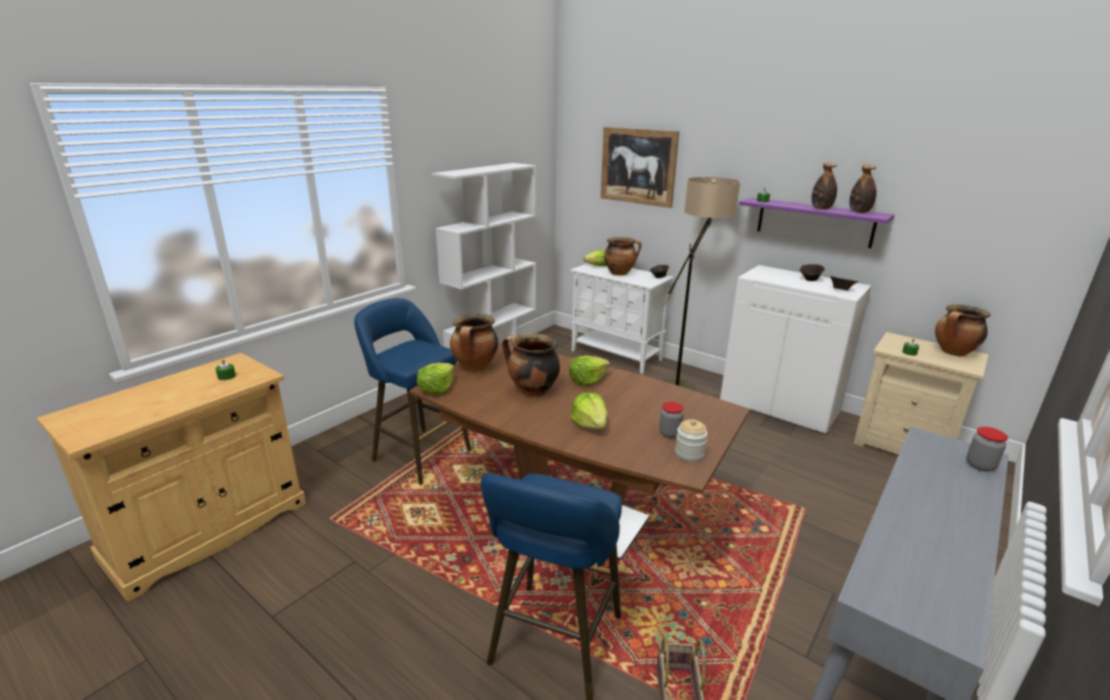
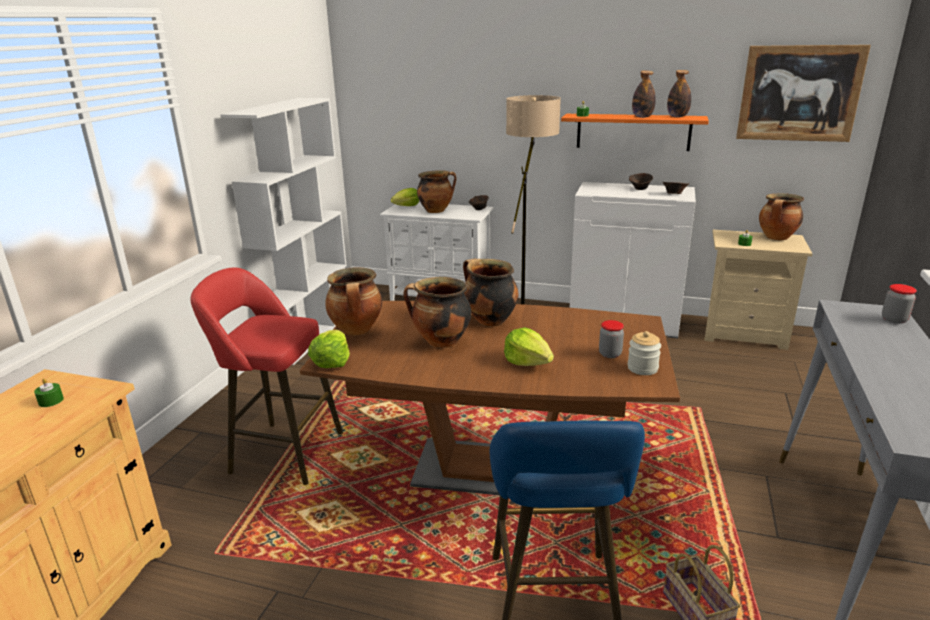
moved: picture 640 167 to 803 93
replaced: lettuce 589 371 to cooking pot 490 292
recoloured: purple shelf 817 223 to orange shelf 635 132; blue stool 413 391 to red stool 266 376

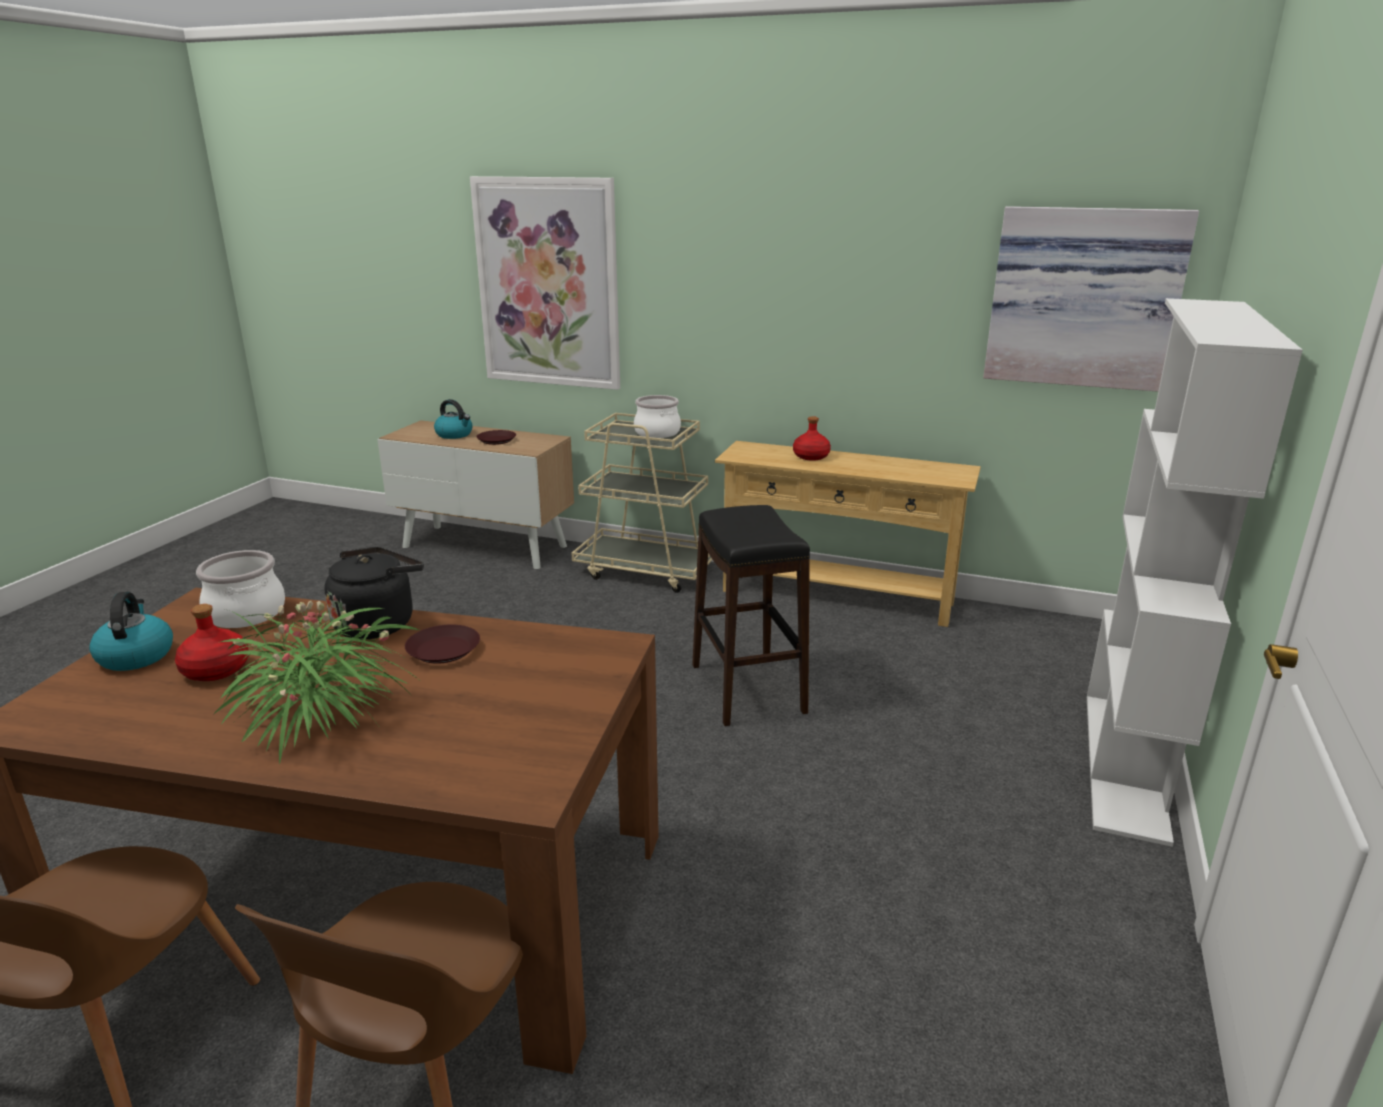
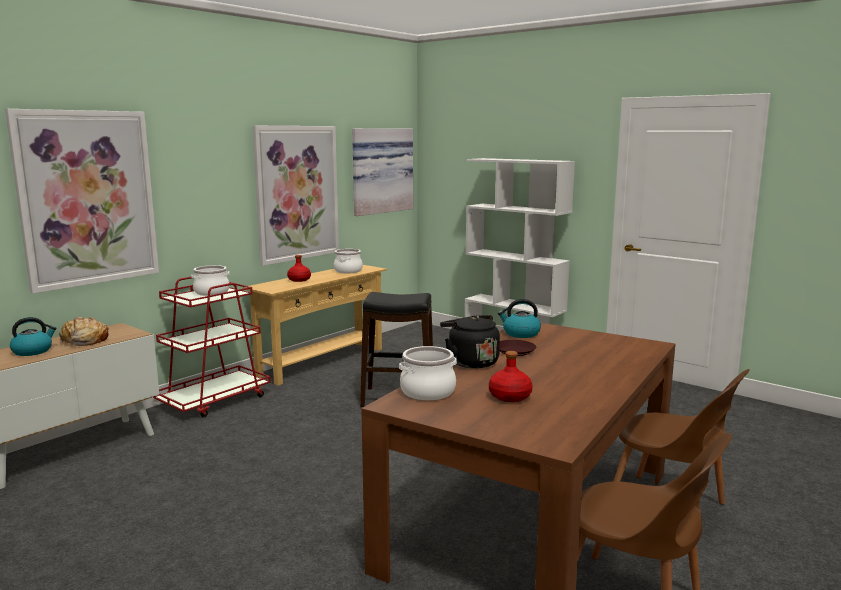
removed: potted plant 316 683
added: picture 295 196; cooking pot 348 261
moved: kettle 131 631 to 519 318
replaced: brown plate 496 437 to bread 84 331
recoloured: beige cart 641 503 to red cart 212 347

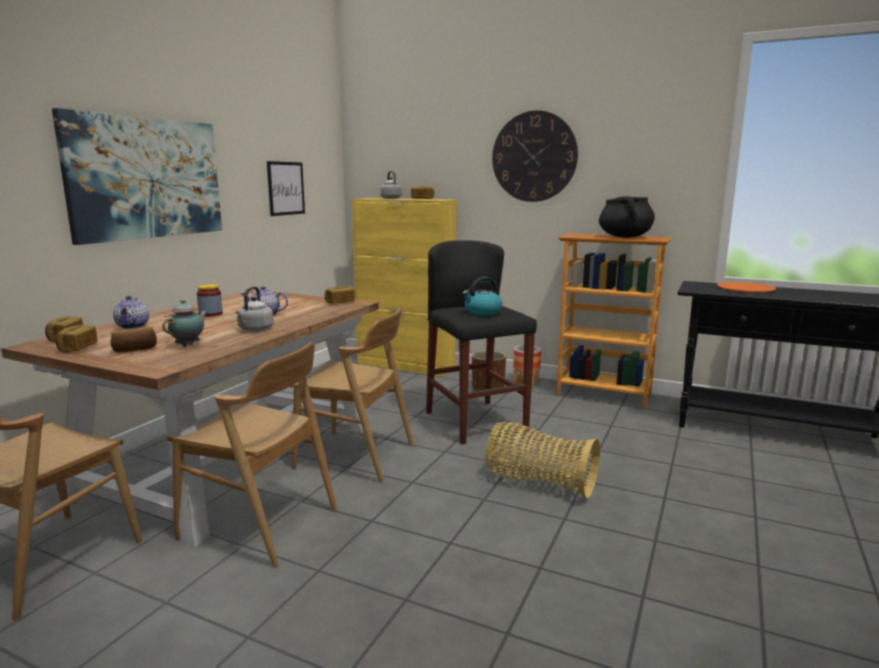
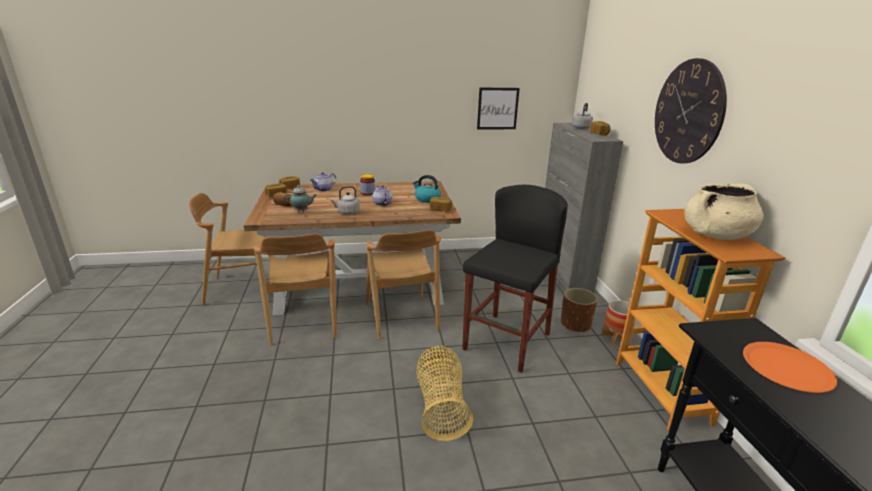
removed: picture 137 176
moved: kettle 482 296 to 427 189
recoloured: black cooking pot 627 217 to beige cooking pot 724 212; yellow cabinet 404 287 to grey cabinet 584 208

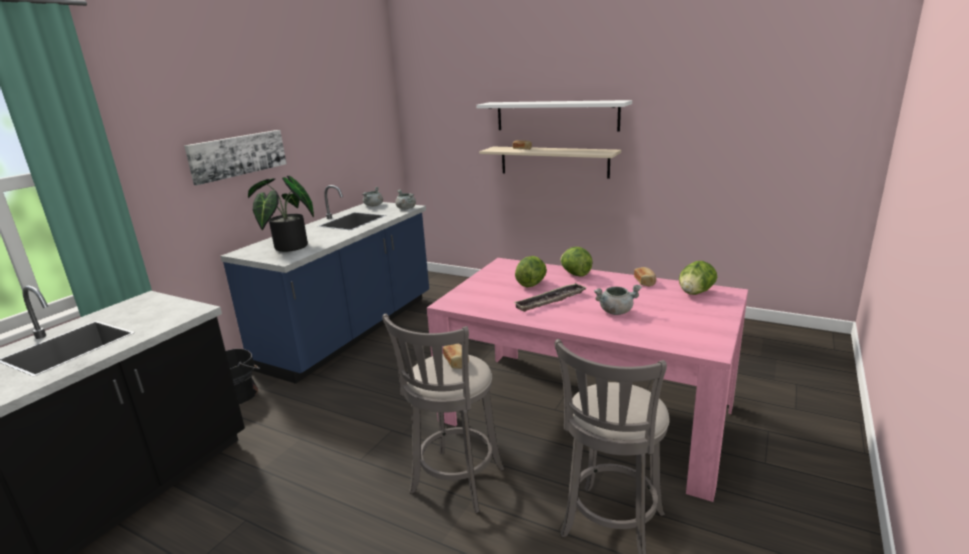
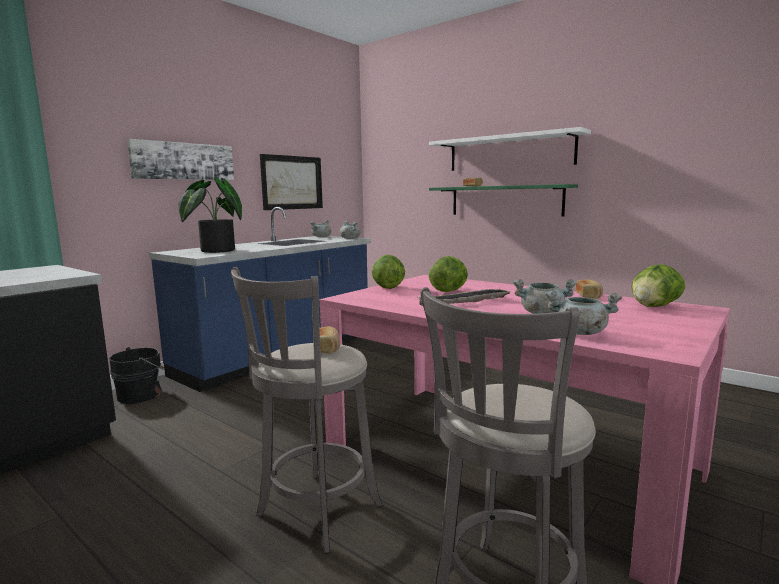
added: picture 291 182; grey cooking pot 583 313
moved: lettuce 576 262 to 388 271
recoloured: beige shelf 550 163 to green shelf 503 200

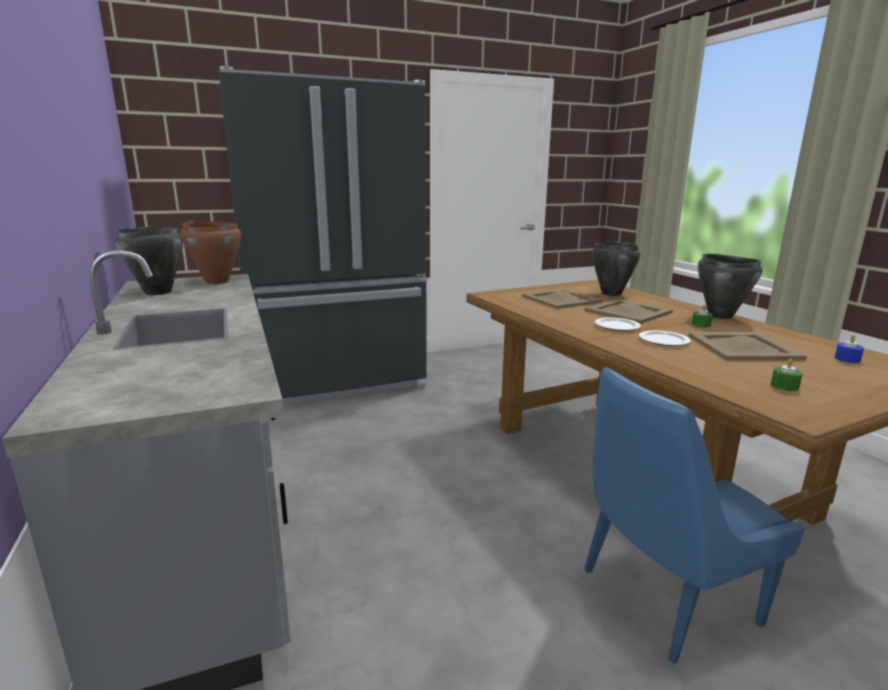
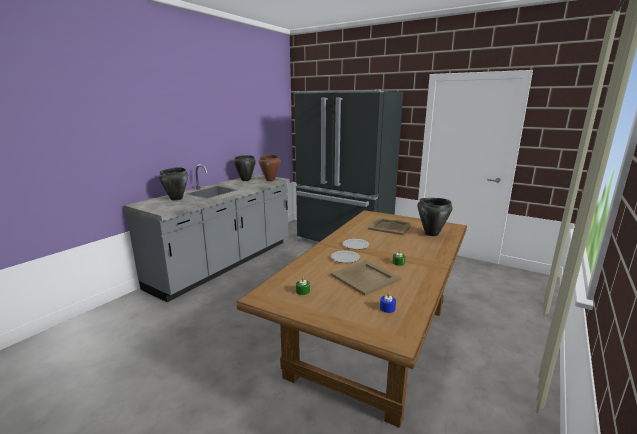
removed: beige tray 629 311; blue chair 694 515
moved: black cooking pot 730 286 to 173 184

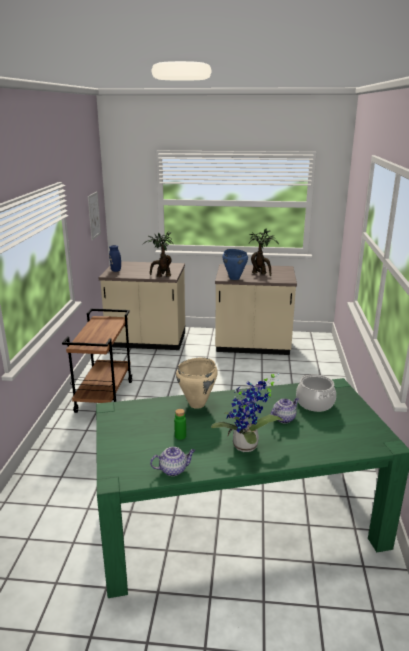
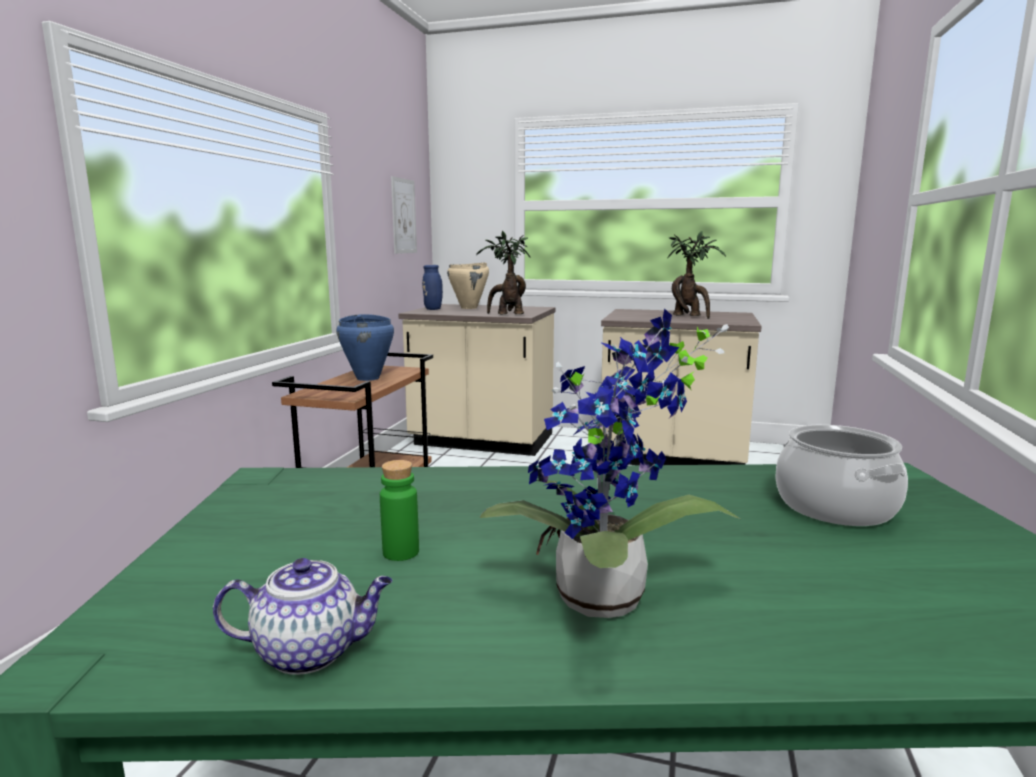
removed: teapot 284 410
moved: blue cooking pot 235 264 to 365 347; beige cooking pot 197 383 to 468 285

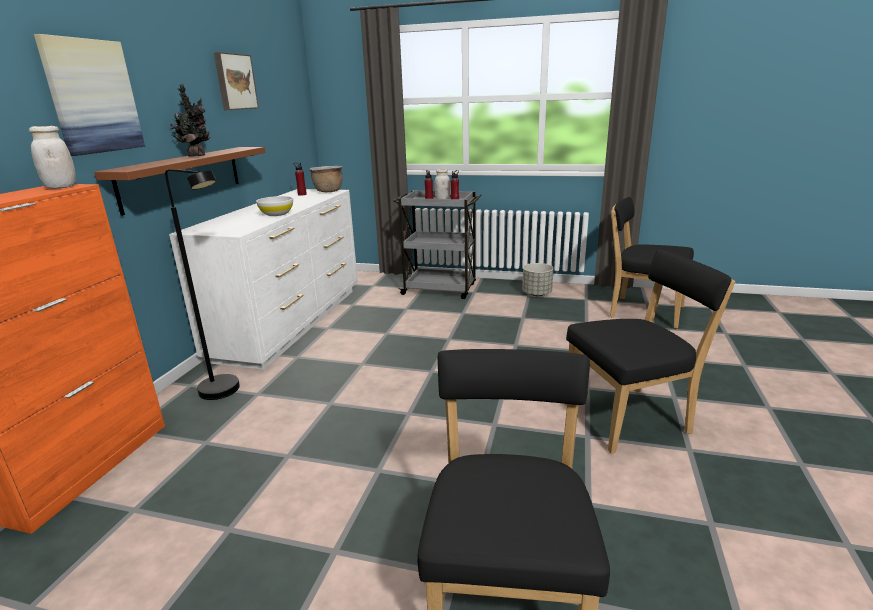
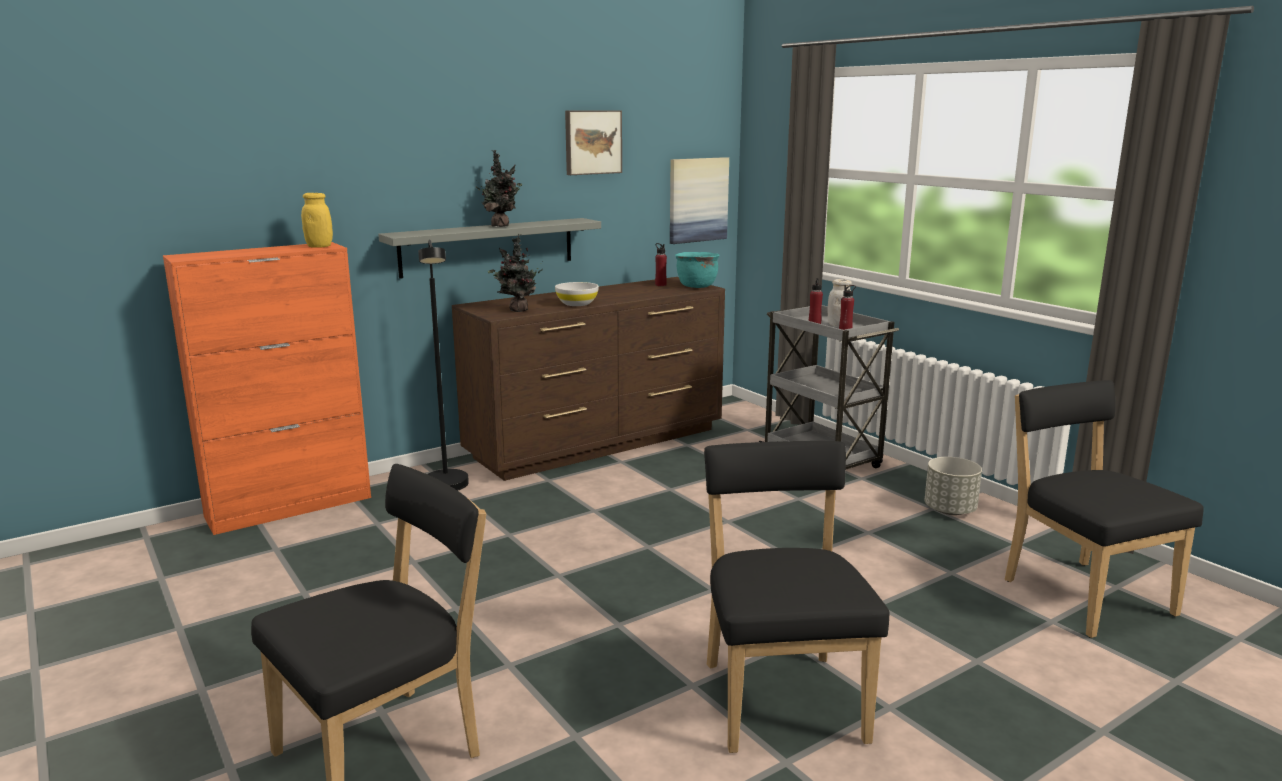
added: potted plant 515 273
moved: picture 89 95 to 699 200
recoloured: white jar 52 157 to yellow jar 317 220; brown shelf 179 181 to grey shelf 489 248; brown cooking pot 325 179 to turquoise cooking pot 697 270; white dresser 263 279 to brown dresser 588 379
turned: black chair 650 351 = 796 597 120 degrees counterclockwise

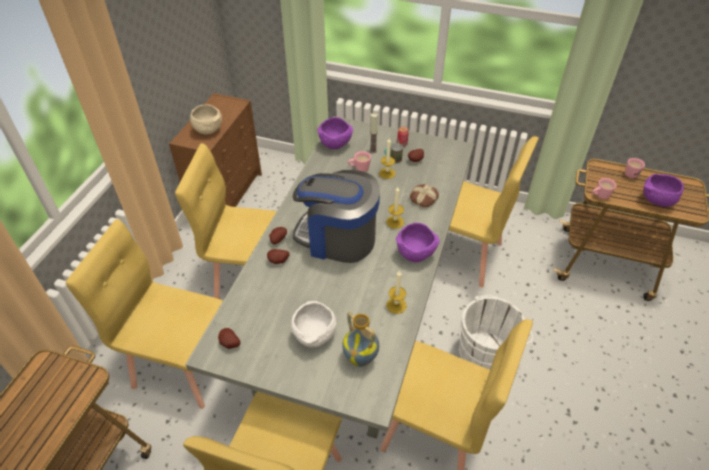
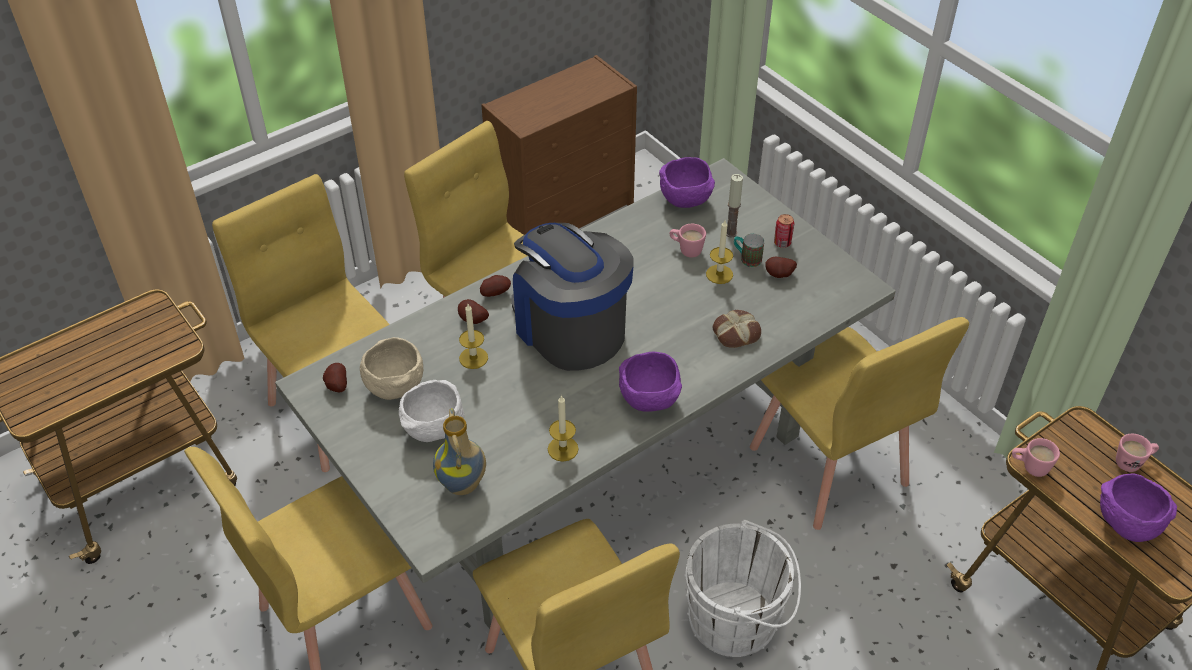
moved: beige bowl 206 119 to 391 368; candle 395 208 to 473 336

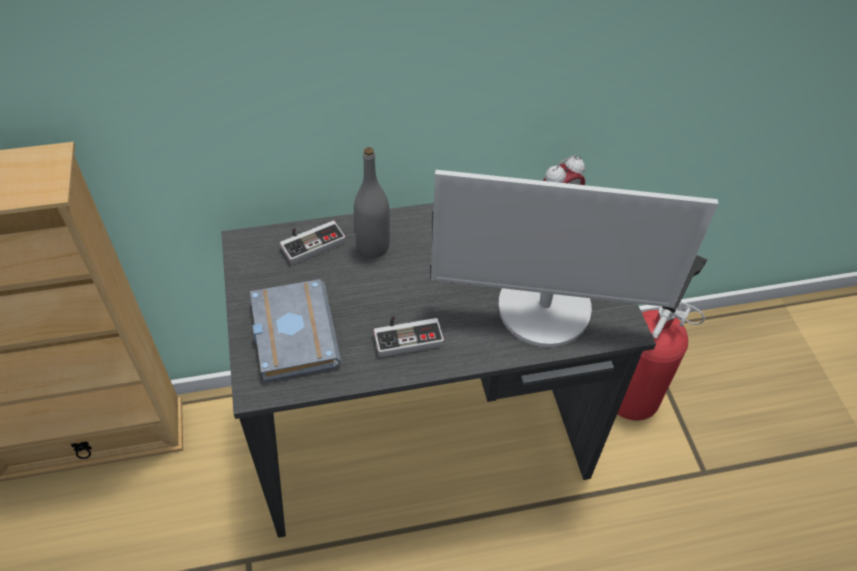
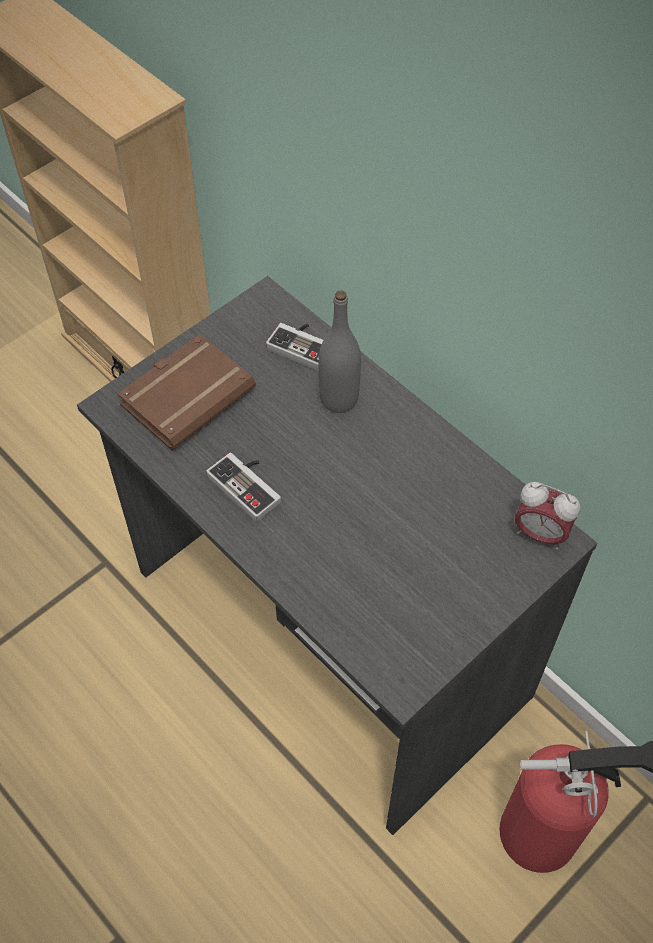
removed: monitor 574 258
recoloured: grey book 295 330 to brown book 187 392

